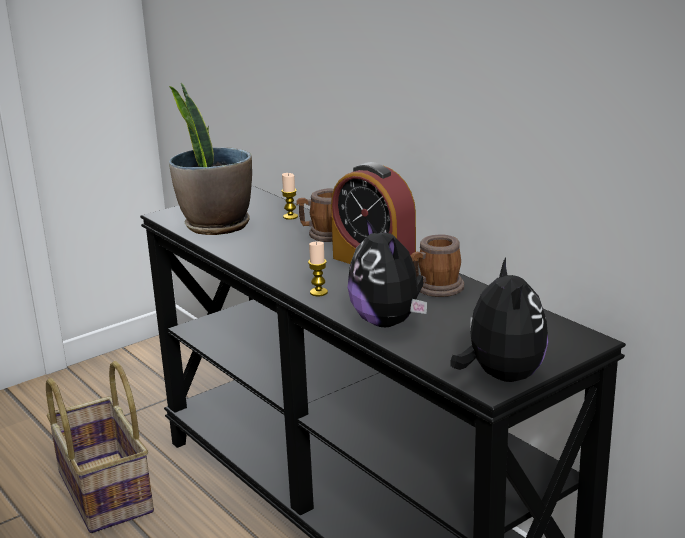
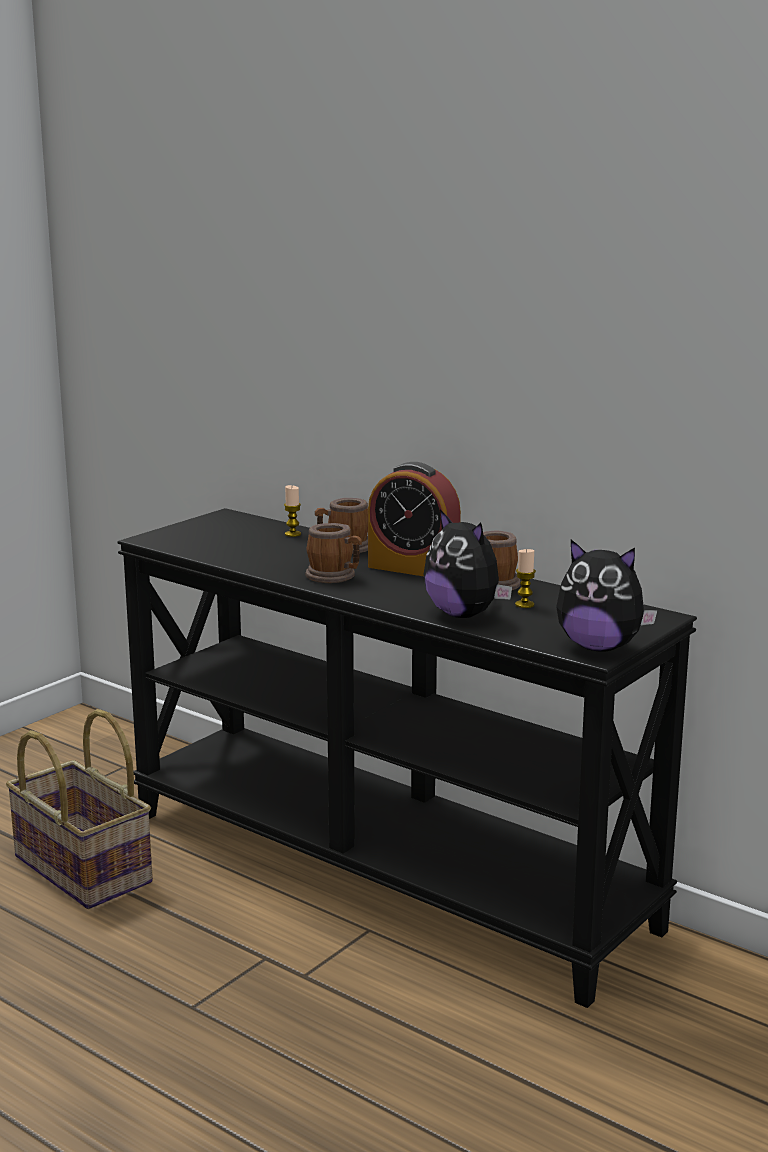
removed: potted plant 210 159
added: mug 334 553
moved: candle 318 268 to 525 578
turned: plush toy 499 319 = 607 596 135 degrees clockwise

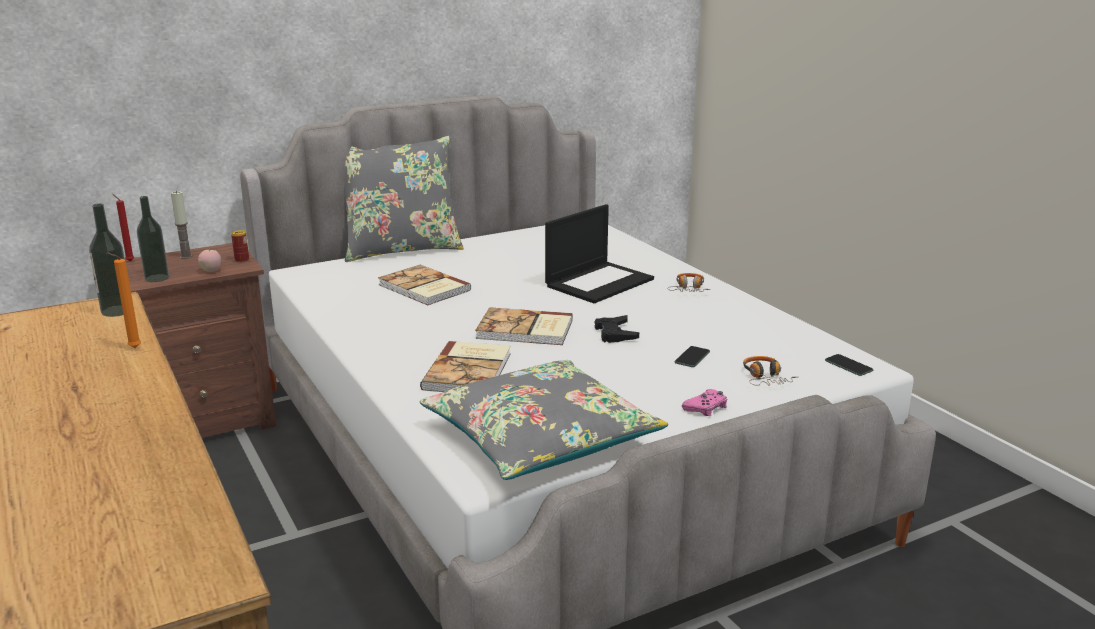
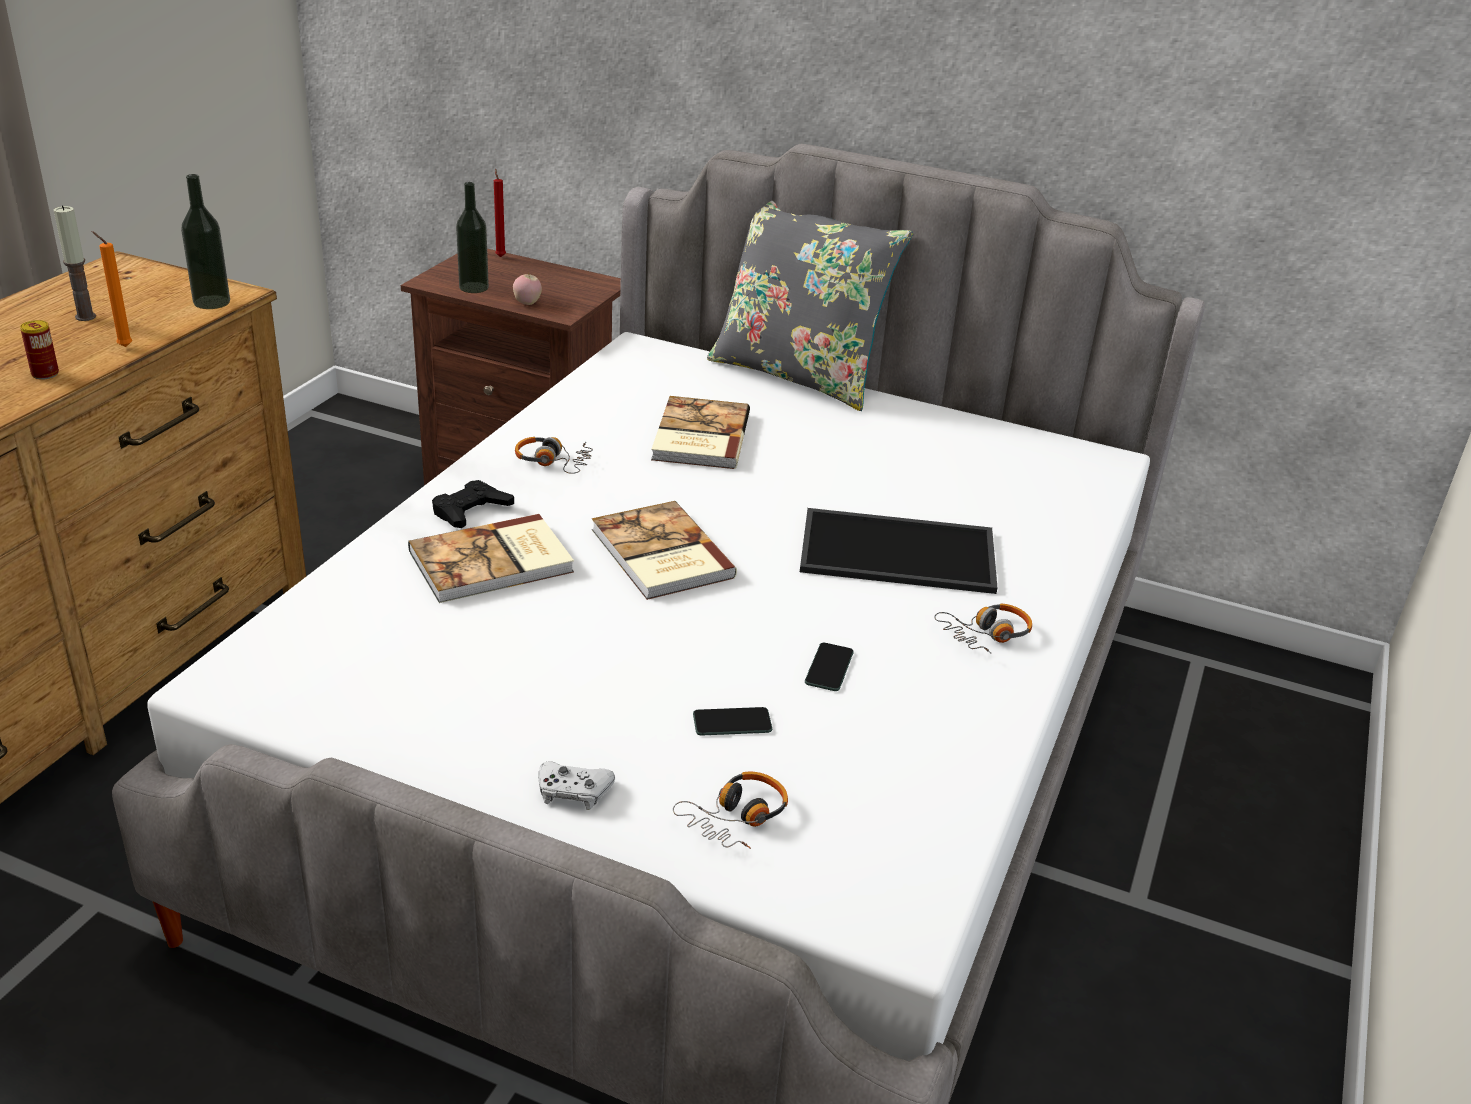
removed: grey pillow 544 420
added: headphones 554 455
moved: candle 181 225 to 74 263; can 240 246 to 39 350; black game controller 617 329 to 473 504; phone 849 365 to 829 667
replaced: laptop 599 253 to tray 898 551
recoloured: pink game controller 704 402 to white game controller 576 786

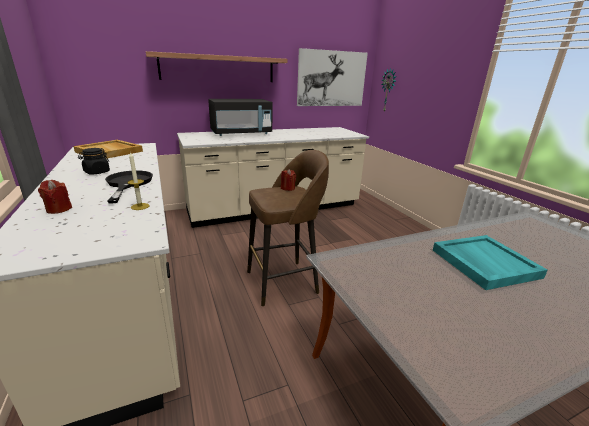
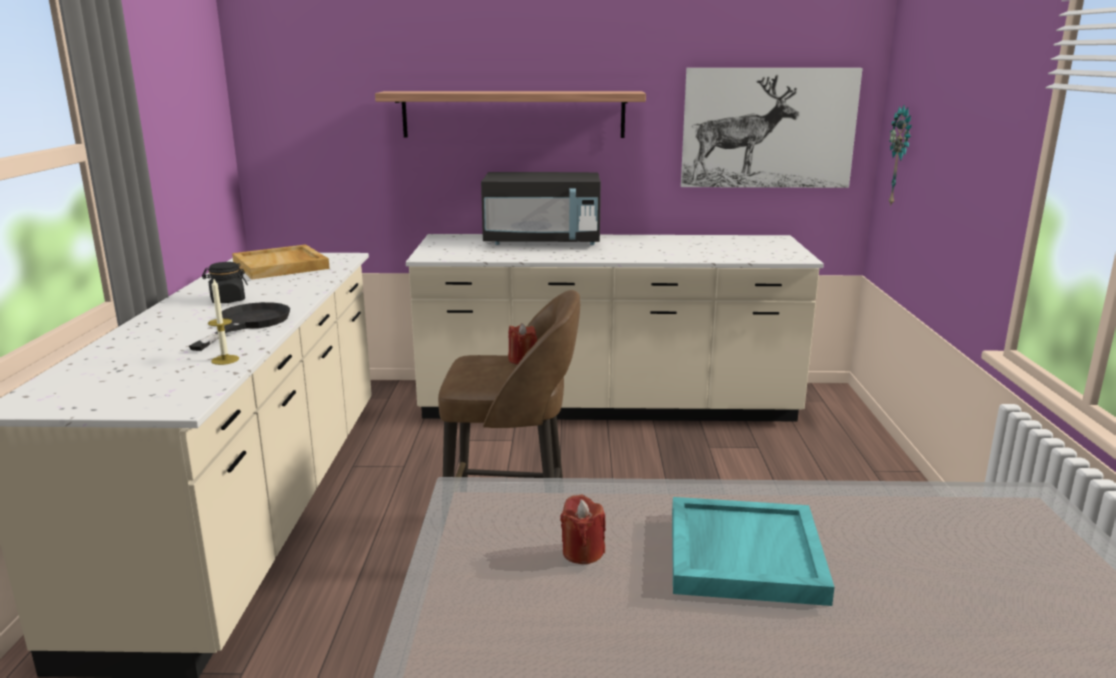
moved: red candle 55 197 to 583 529

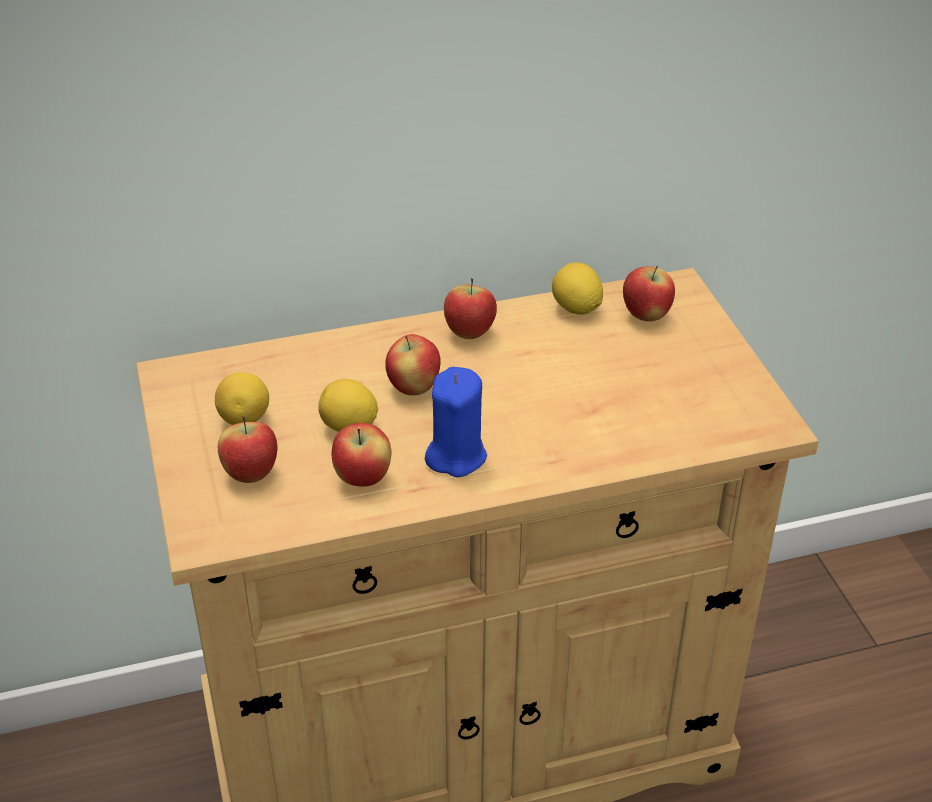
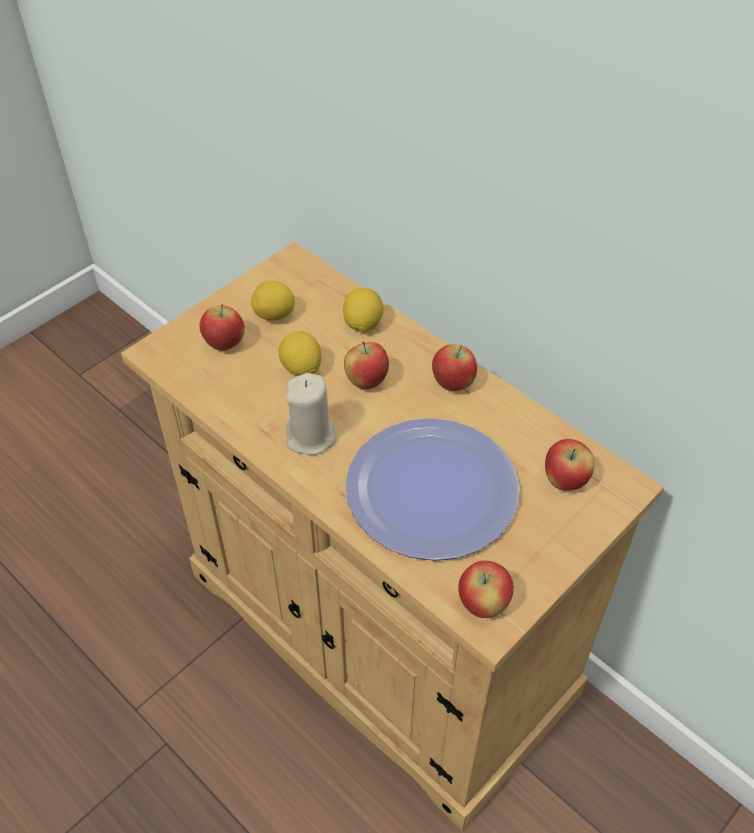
added: plate 432 489
moved: lemon 577 288 to 363 310; apple 361 455 to 486 589
recoloured: blue candle 456 422 to beige candle 311 414

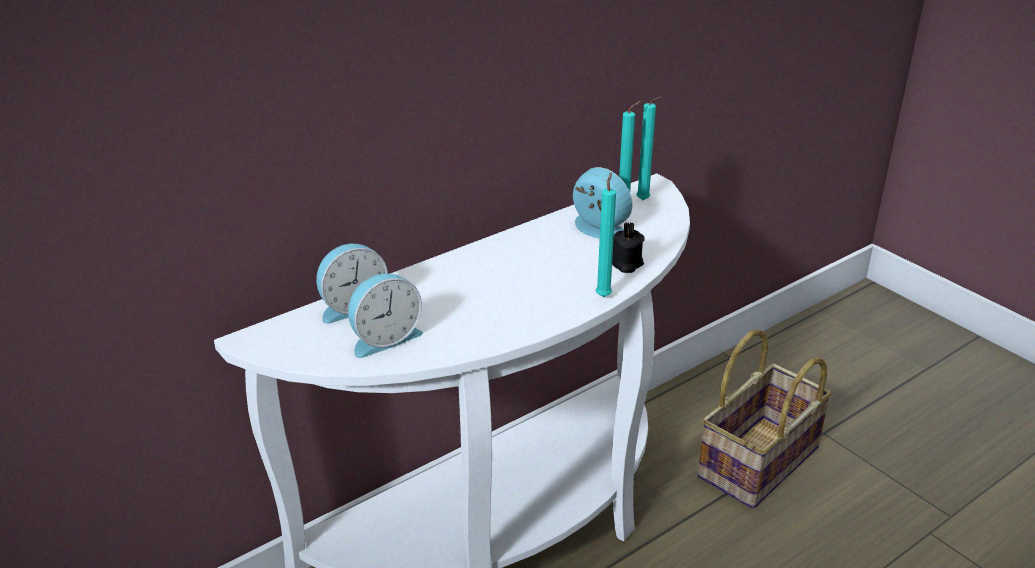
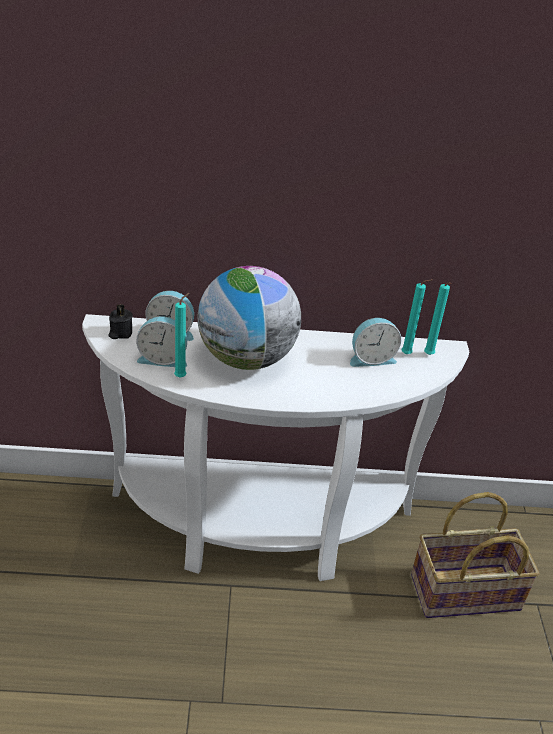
added: globe 249 318
moved: turquoise candle 606 234 to 181 335; black candle 628 247 to 120 321
turned: alarm clock 602 203 = 375 342 90 degrees clockwise

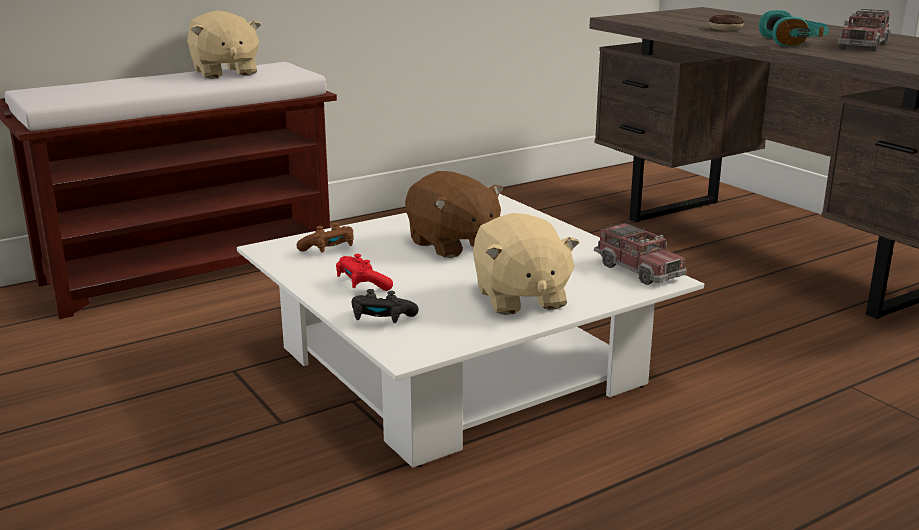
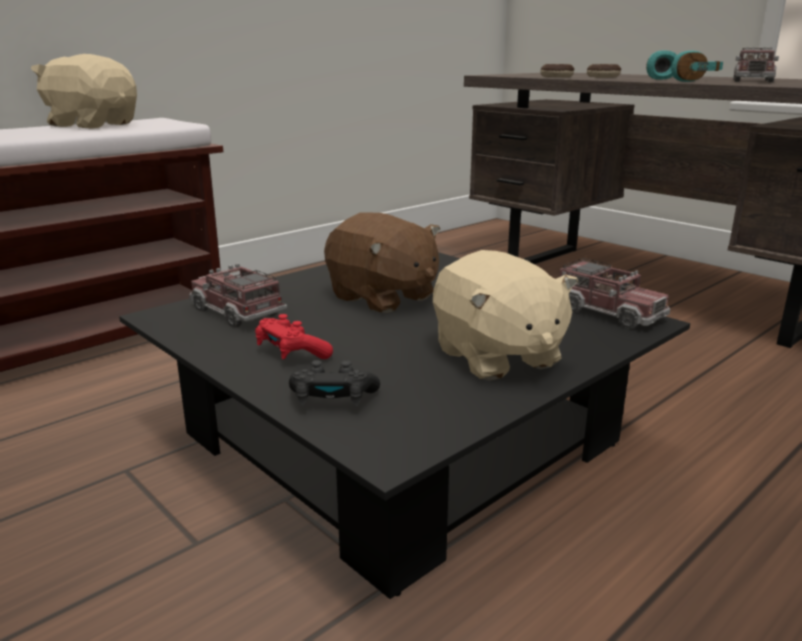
added: donut 557 70
replaced: brown game controller 325 237 to toy truck 238 295
recoloured: white coffee table 470 331 to black coffee table 404 425
turned: beige plush toy 224 45 = 84 91 150 degrees clockwise

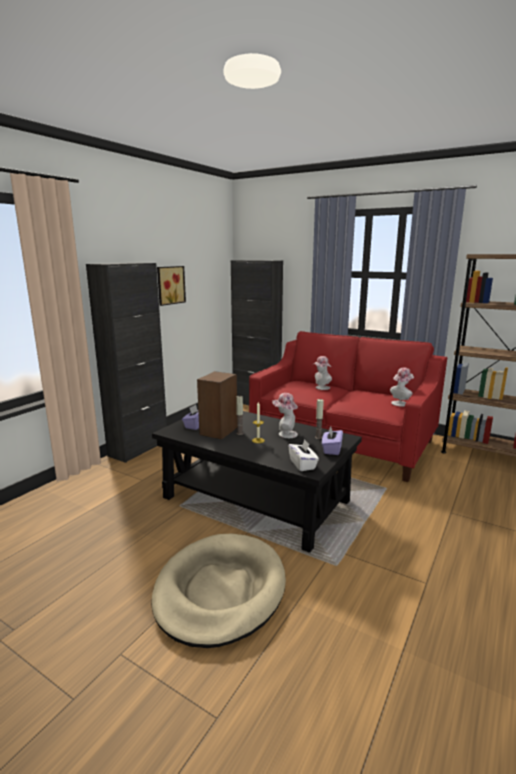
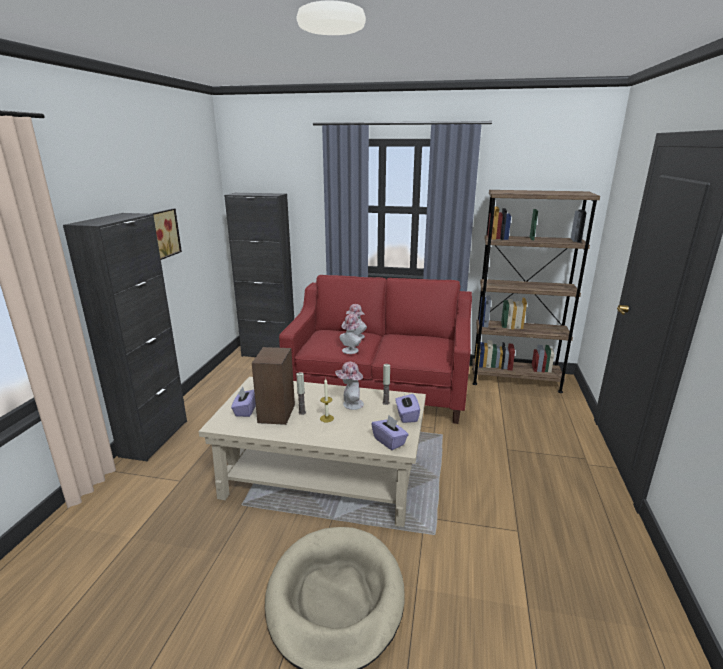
moved: hat 402 387 to 350 334
recoloured: black coffee table 257 482 to beige coffee table 312 452; white tissue box 304 455 to purple tissue box 390 432

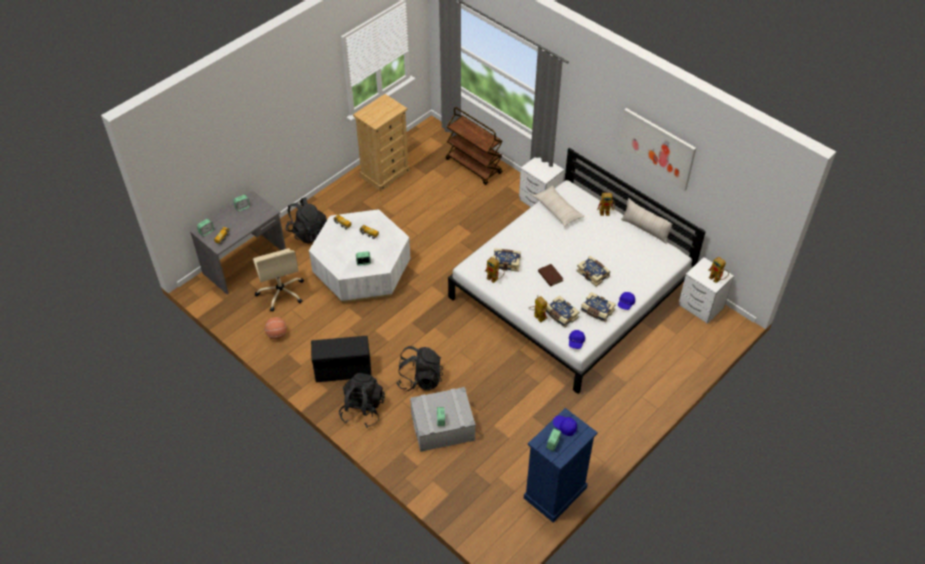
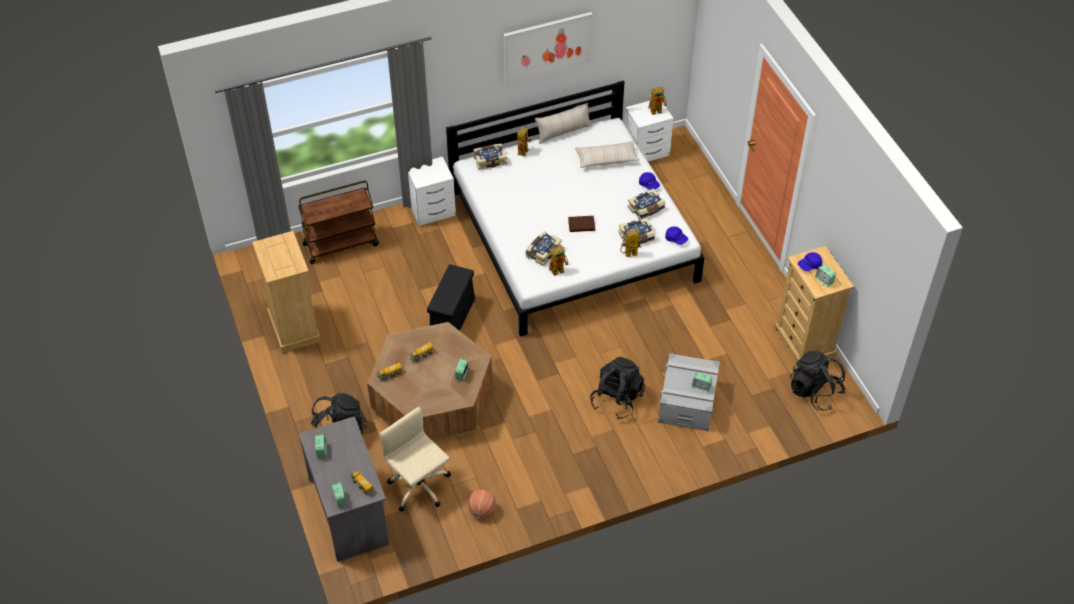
moved: beige pillow 558 206 to 607 154; book 593 271 to 490 156; black storage box 341 359 to 451 297; black backpack 362 400 to 817 381
recoloured: white coffee table 359 256 to brown coffee table 429 382; blue dresser 561 465 to beige dresser 814 304
turned: beige office chair 278 279 = 415 459 135 degrees counterclockwise

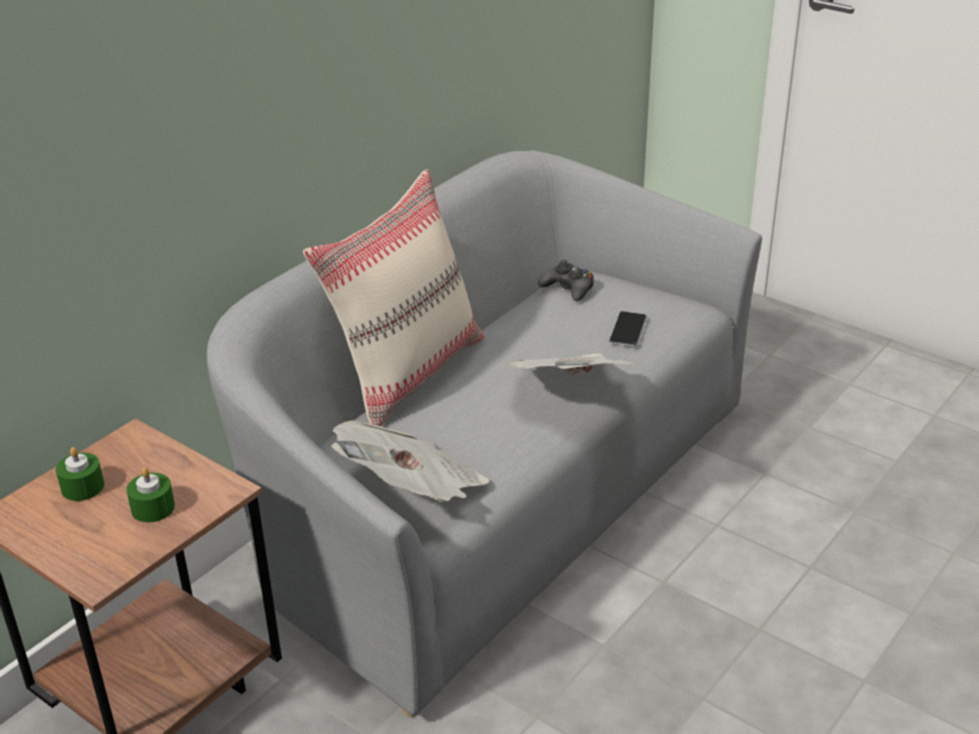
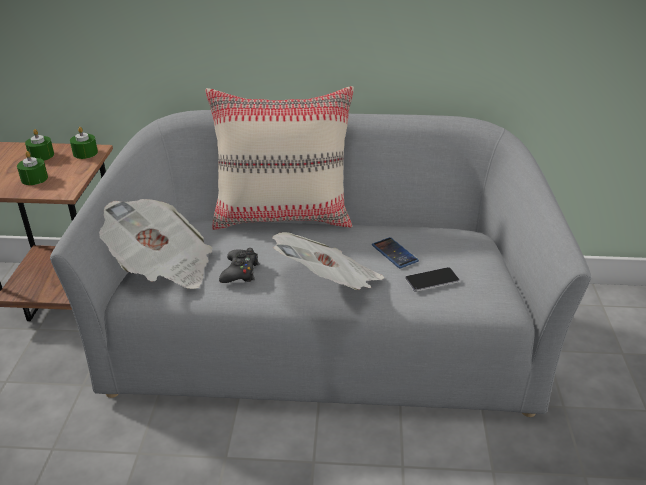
added: green candle 84 143; phone 395 252
moved: black game controller 566 280 to 239 265

